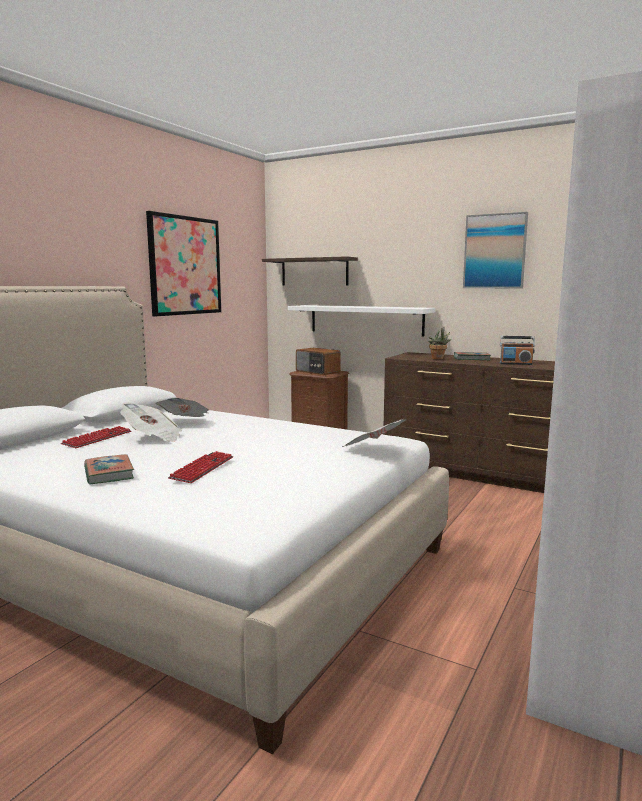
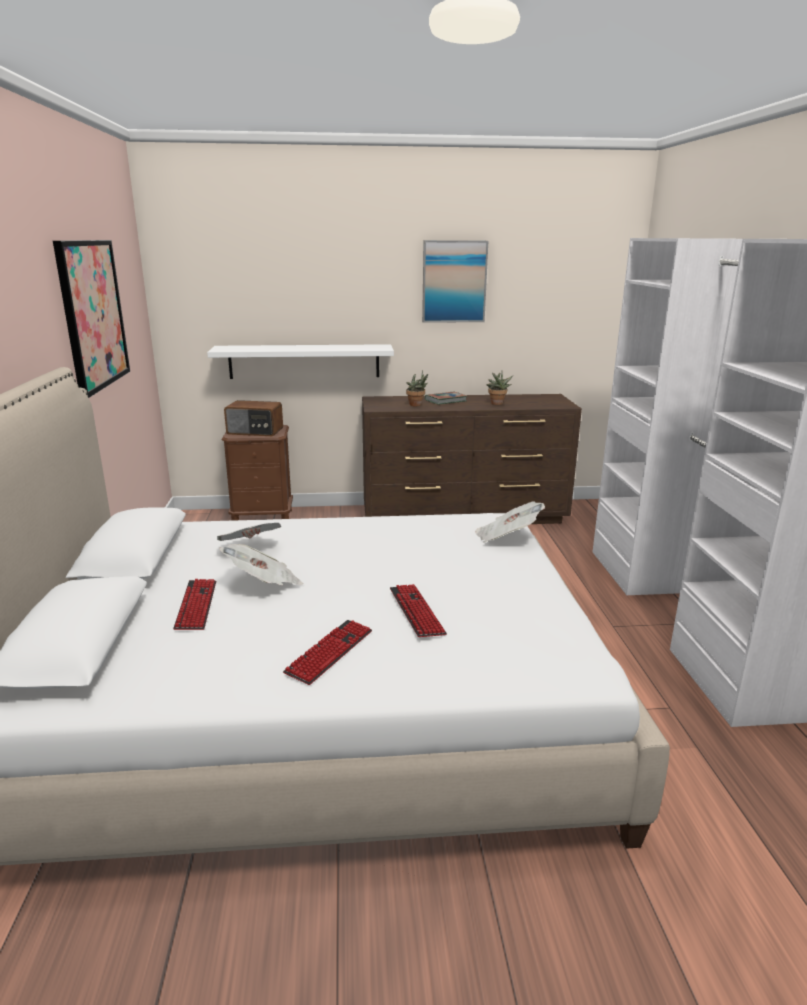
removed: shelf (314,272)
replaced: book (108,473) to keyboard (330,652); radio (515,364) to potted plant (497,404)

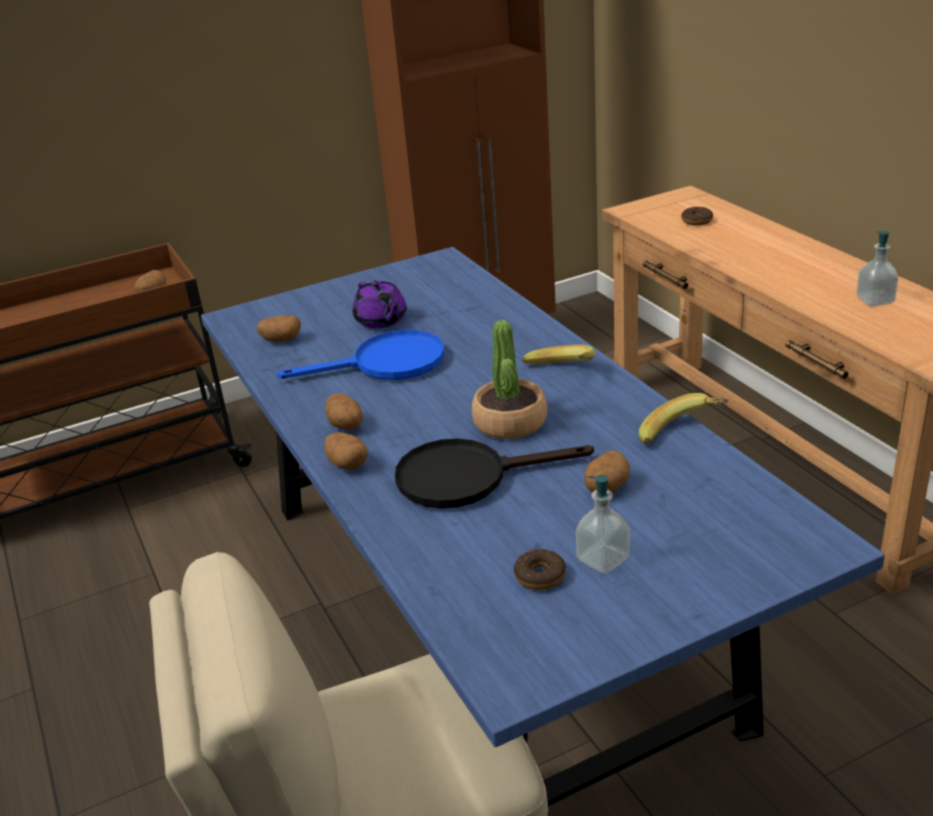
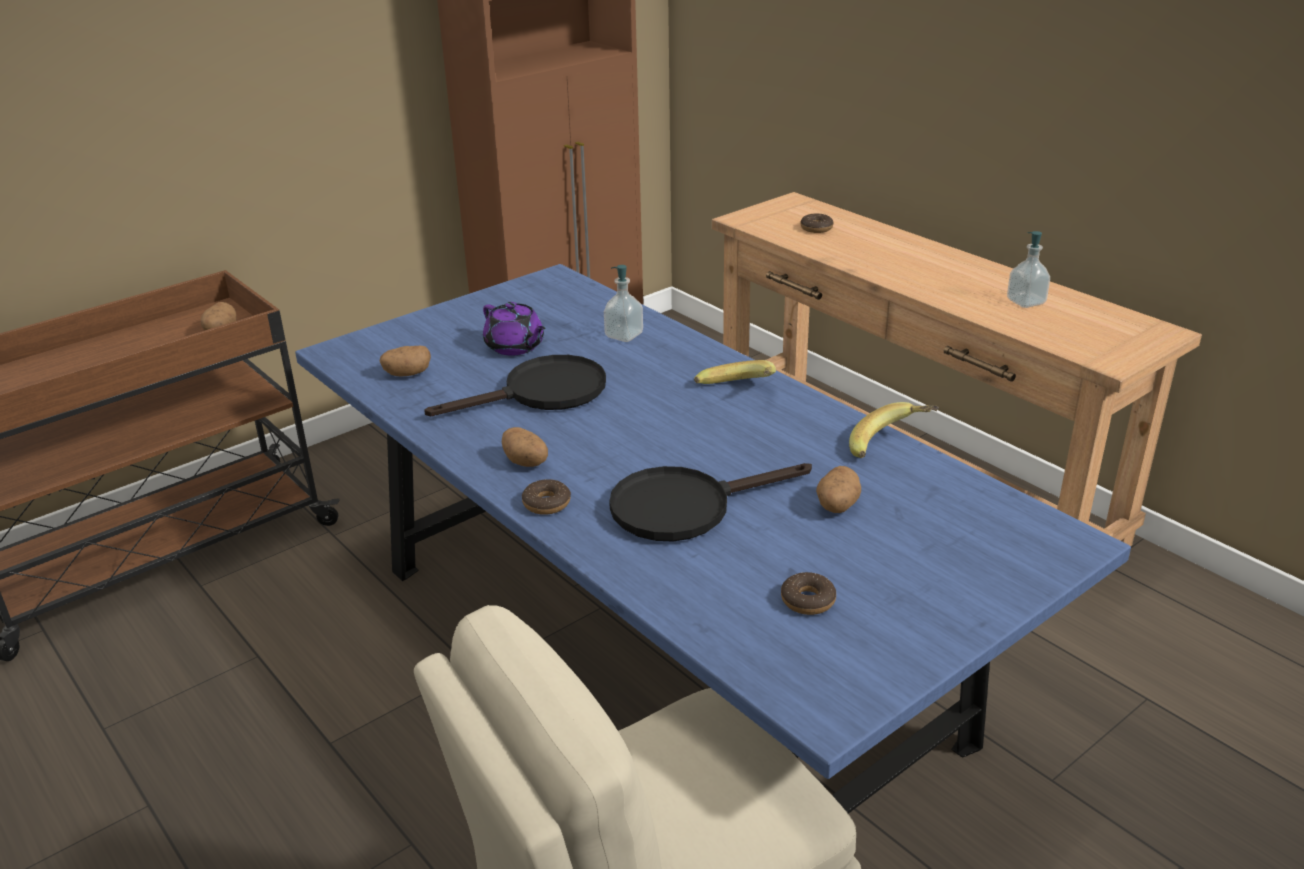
removed: potted plant (510,422)
moved: soap dispenser (603,559) to (624,335)
replaced: potato (347,464) to donut (546,503)
recoloured: blue frying pan (386,364) to black frying pan (542,393)

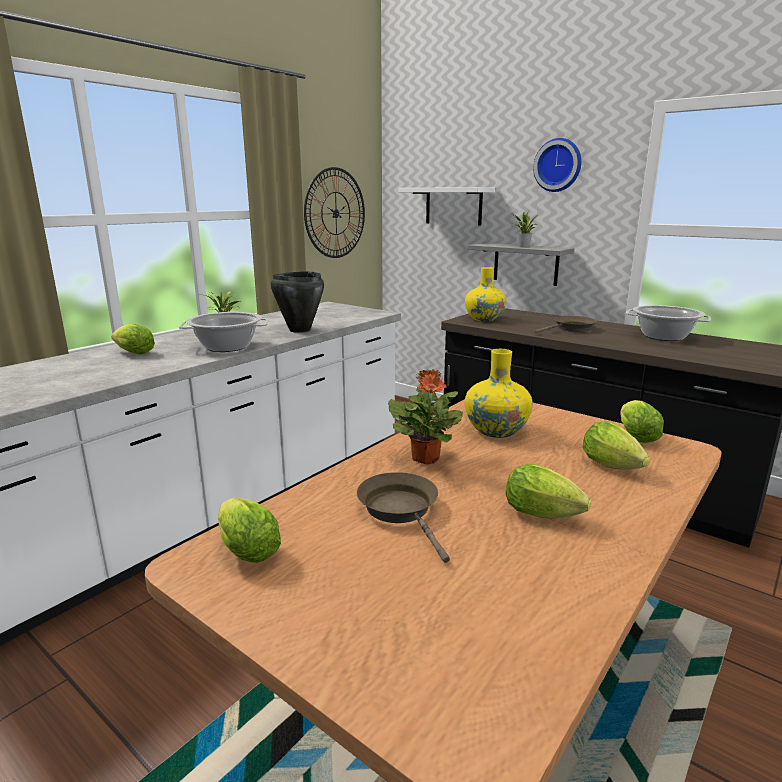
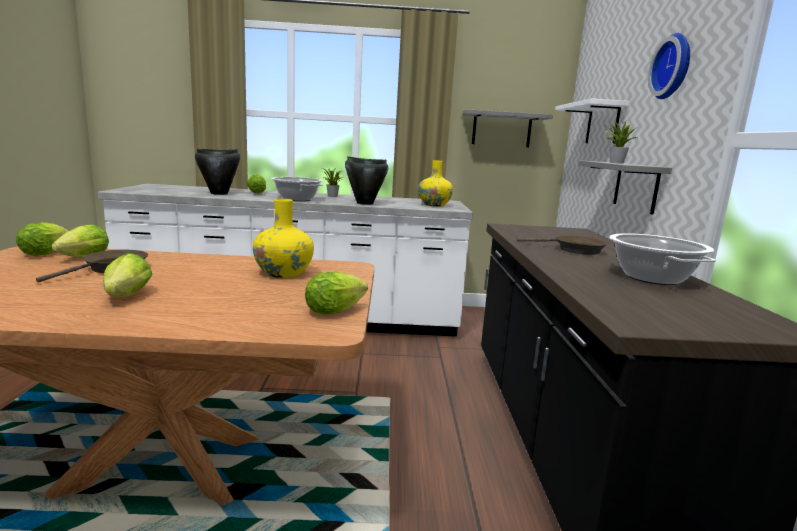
removed: potted plant (426,458)
added: black cooking pot (219,193)
moved: yellow vase (484,319) to (434,205); lettuce (614,467) to (81,258)
replaced: wall clock (335,213) to grey shelf (501,129)

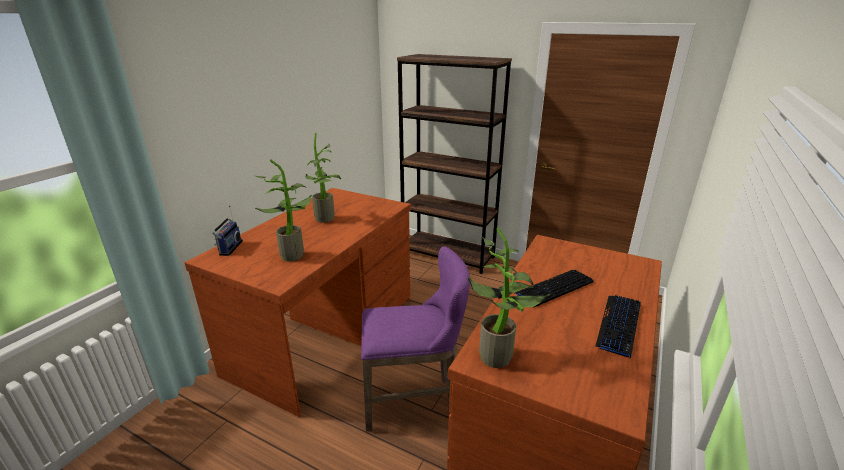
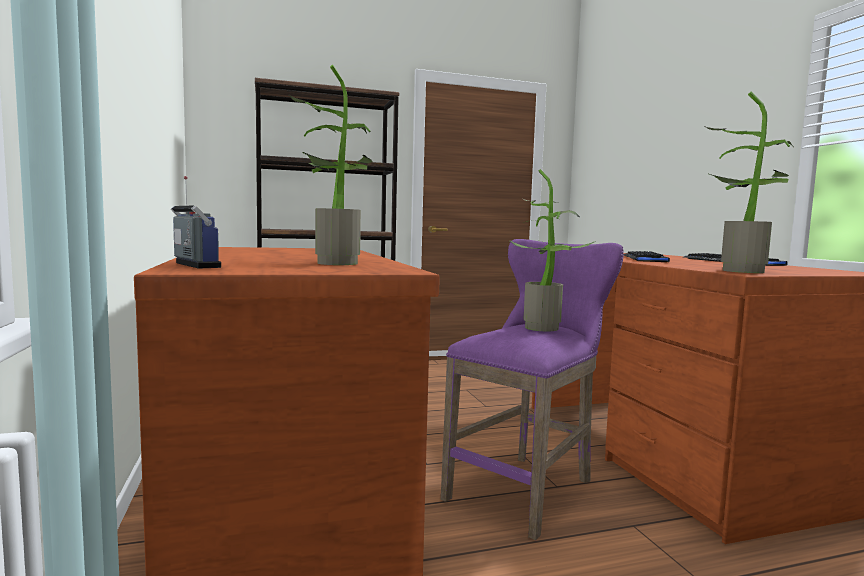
moved: potted plant (327,219) to (546,327)

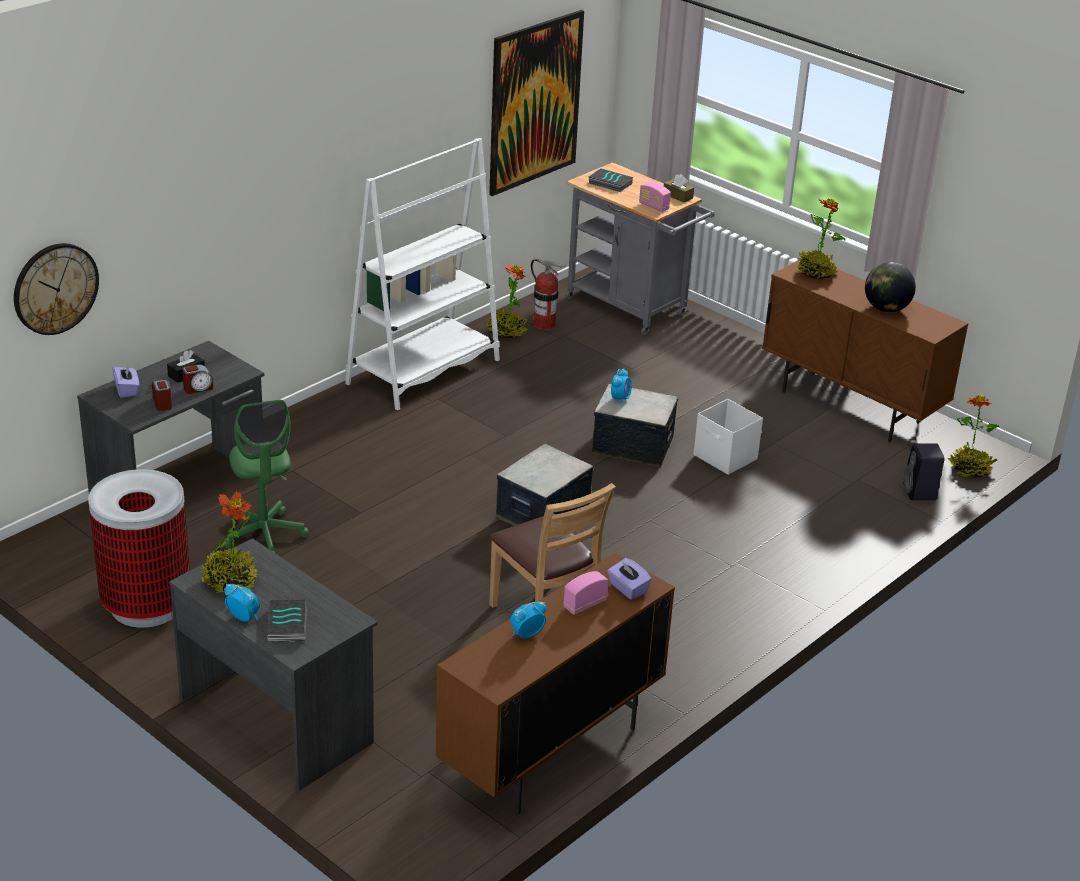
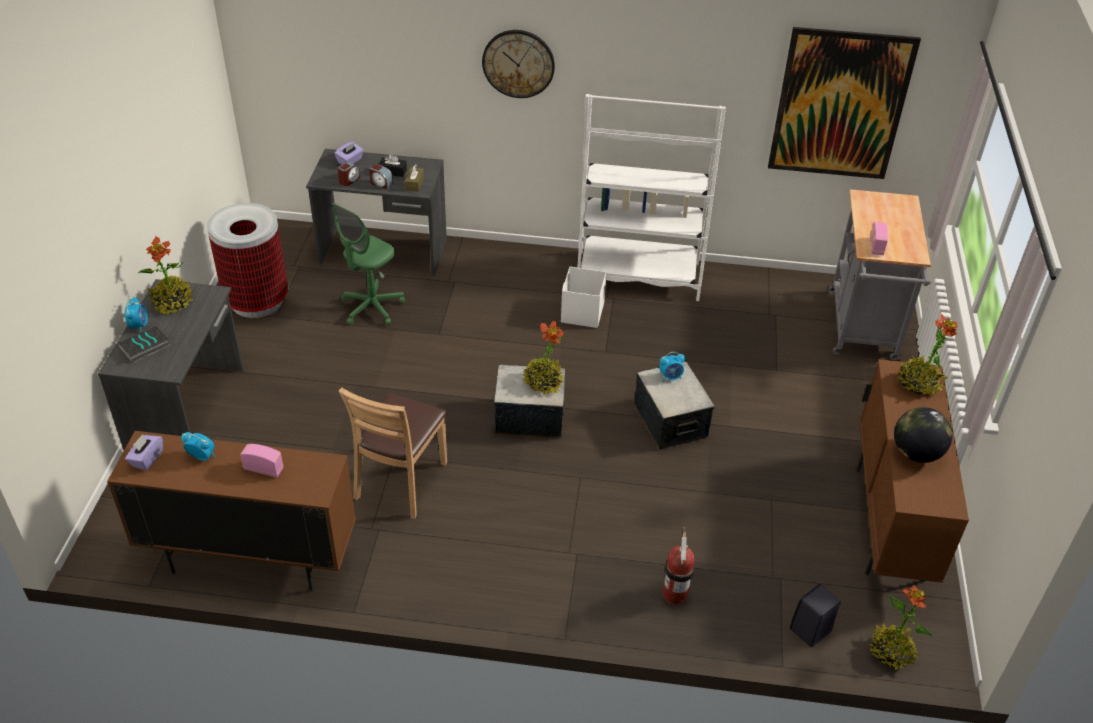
removed: book (609,183)
moved: wall clock (55,288) to (518,63); potted plant (506,332) to (543,382); fire extinguisher (544,324) to (675,594); purple tissue box (627,589) to (147,459); brown tissue box (678,196) to (414,184); white storage box (725,458) to (582,313)

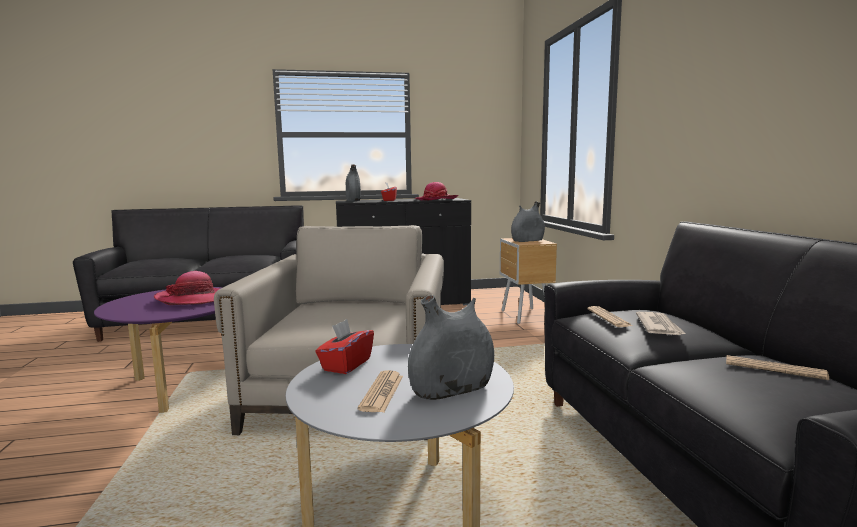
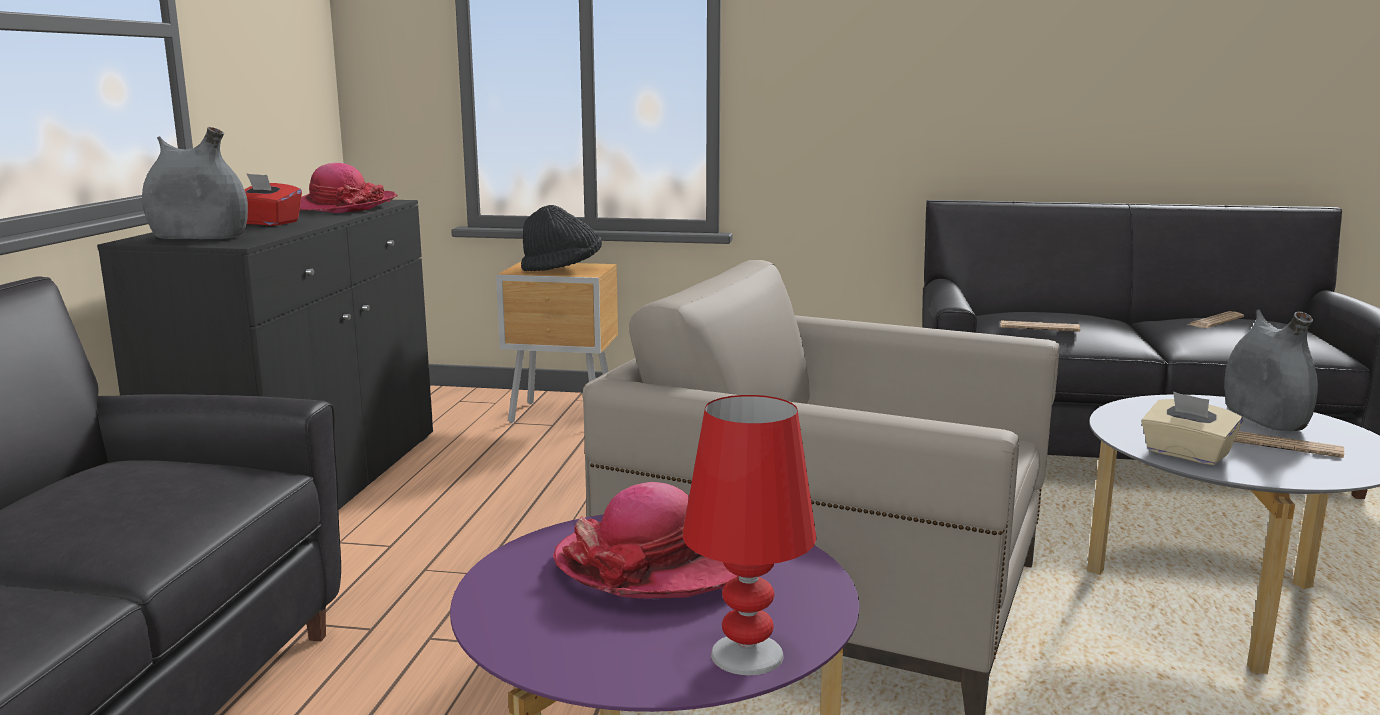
removed: newspaper (659,327)
added: red table lamp (747,654)
replaced: grey vase (527,241) to black hat (562,269)
recoloured: red tissue box (346,365) to beige tissue box (1186,454)

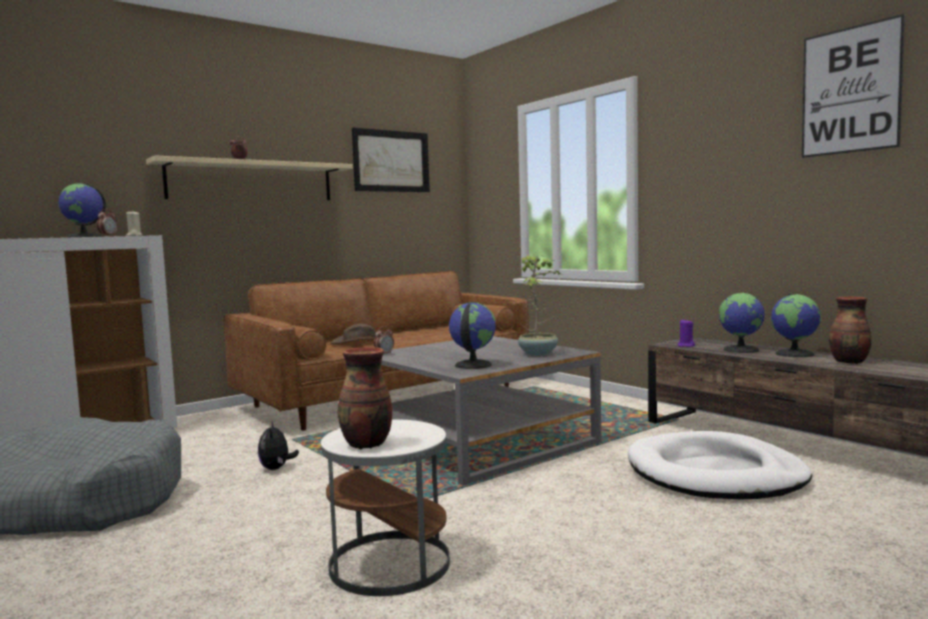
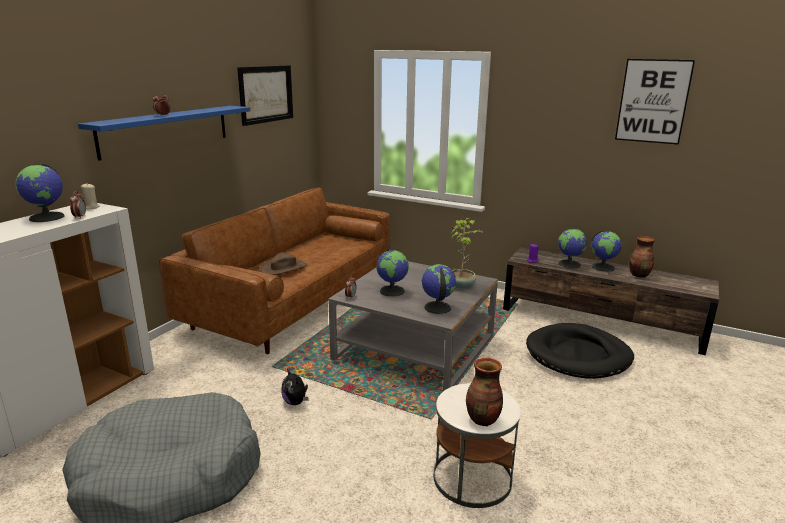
added: globe (392,291)
recoloured: beige shelf (252,181) to blue shelf (166,130); white dog bed (715,474) to black dog bed (578,355)

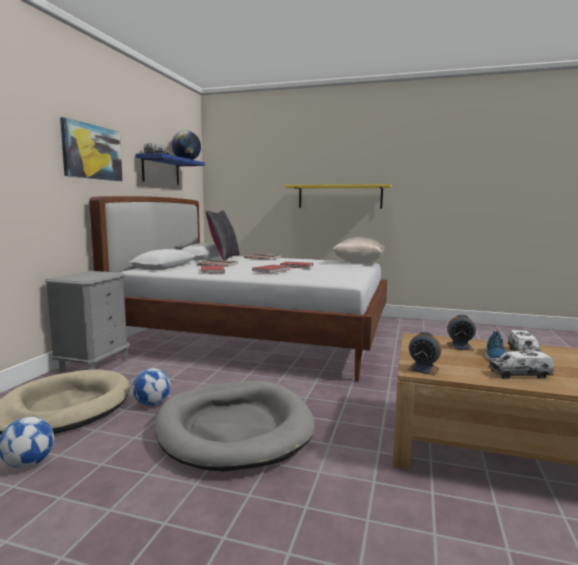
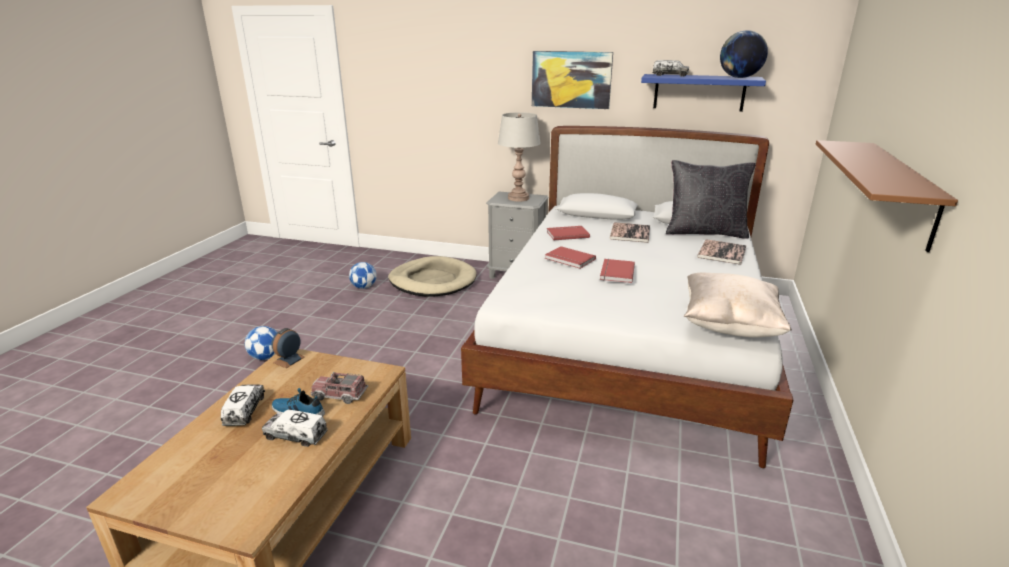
removed: grey dog bed (234,428)
added: grey table lamp (518,198)
moved: football (152,403) to (266,357)
replaced: alarm clock (459,346) to toy truck (340,395)
recoloured: yellow shelf (339,197) to brown shelf (901,192)

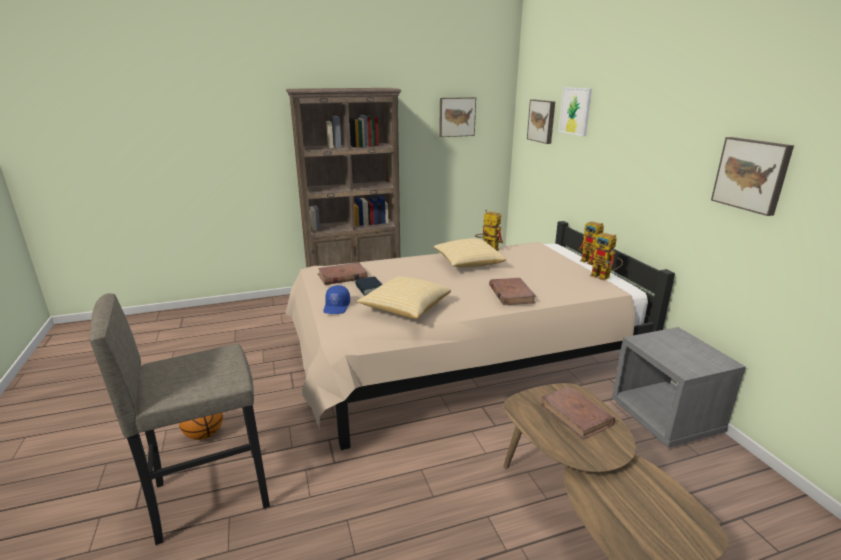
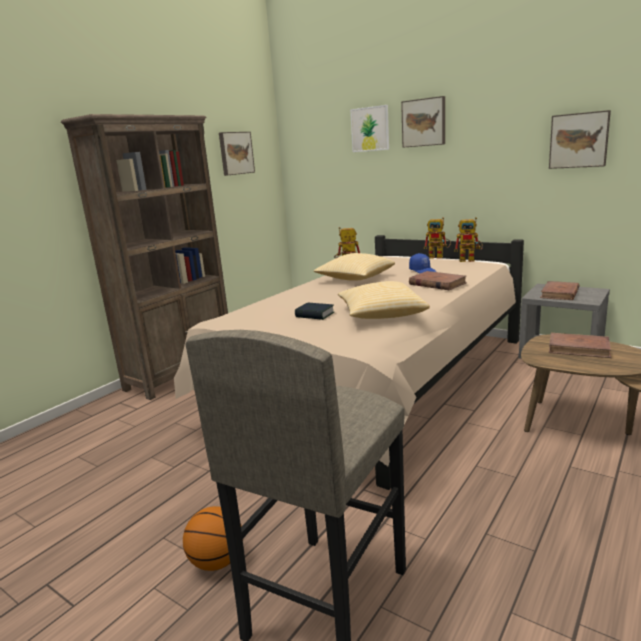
moved: brown book (342,276) to (559,293); blue cap (337,307) to (423,271); picture (542,121) to (424,122)

